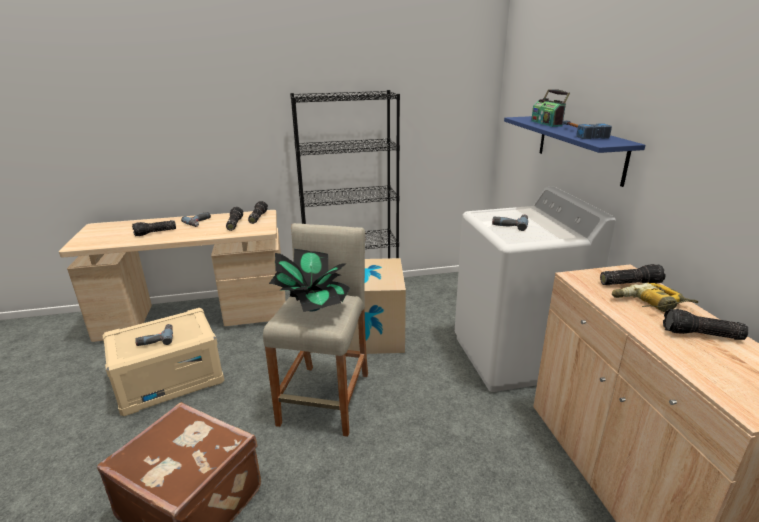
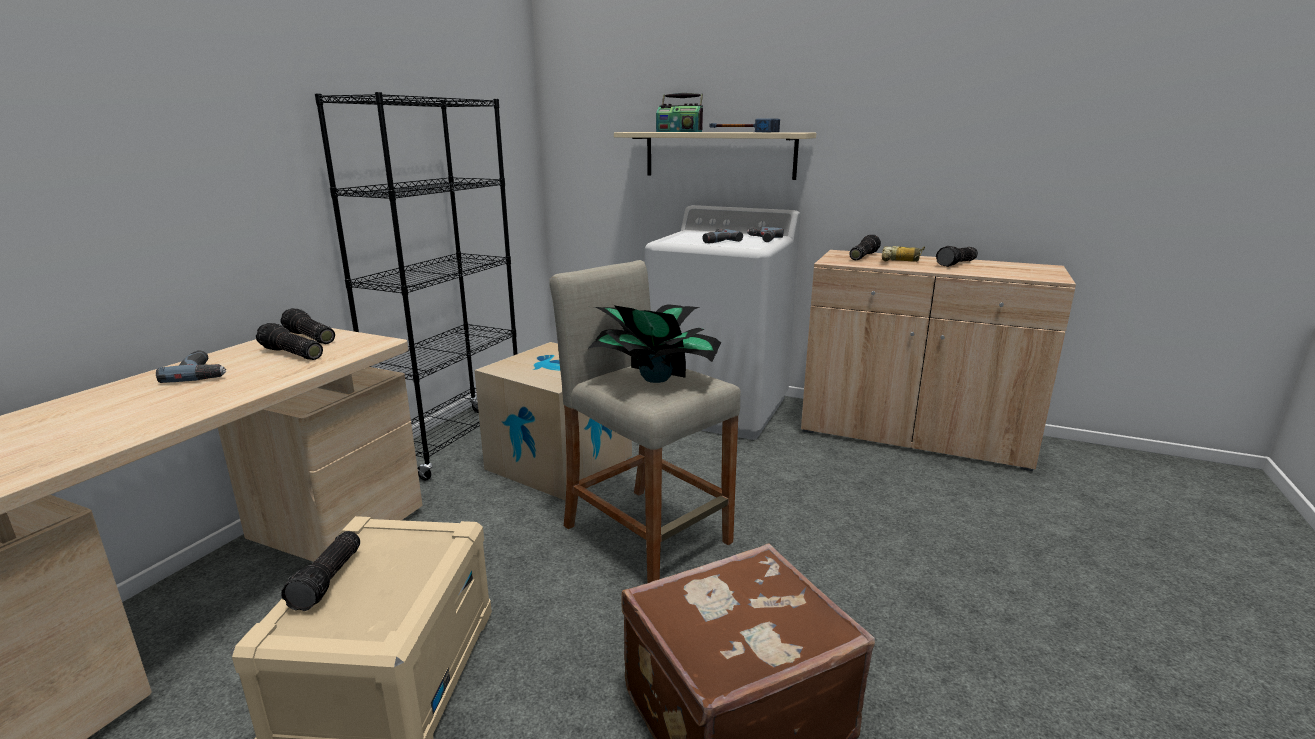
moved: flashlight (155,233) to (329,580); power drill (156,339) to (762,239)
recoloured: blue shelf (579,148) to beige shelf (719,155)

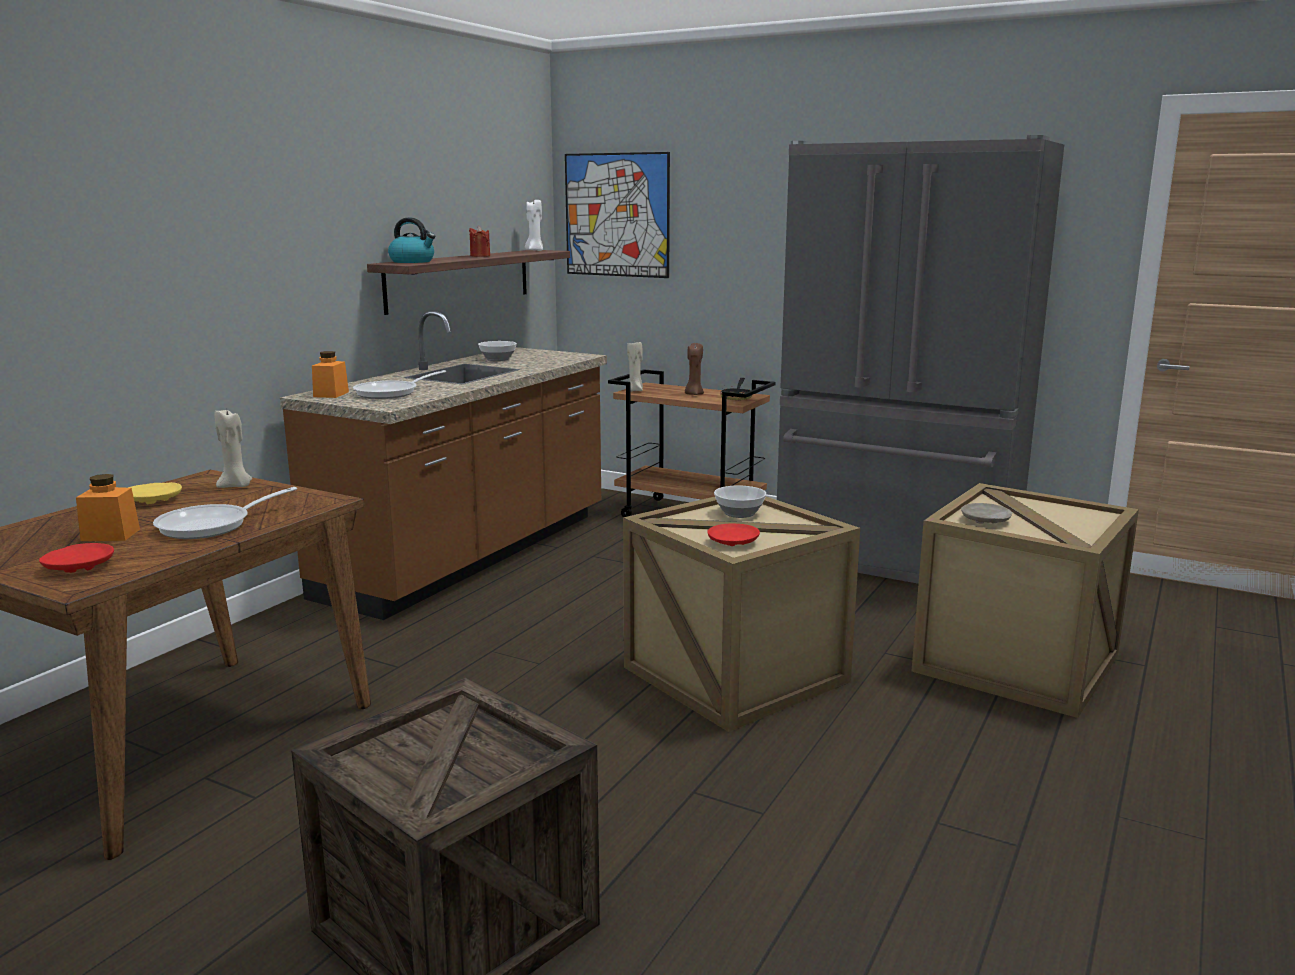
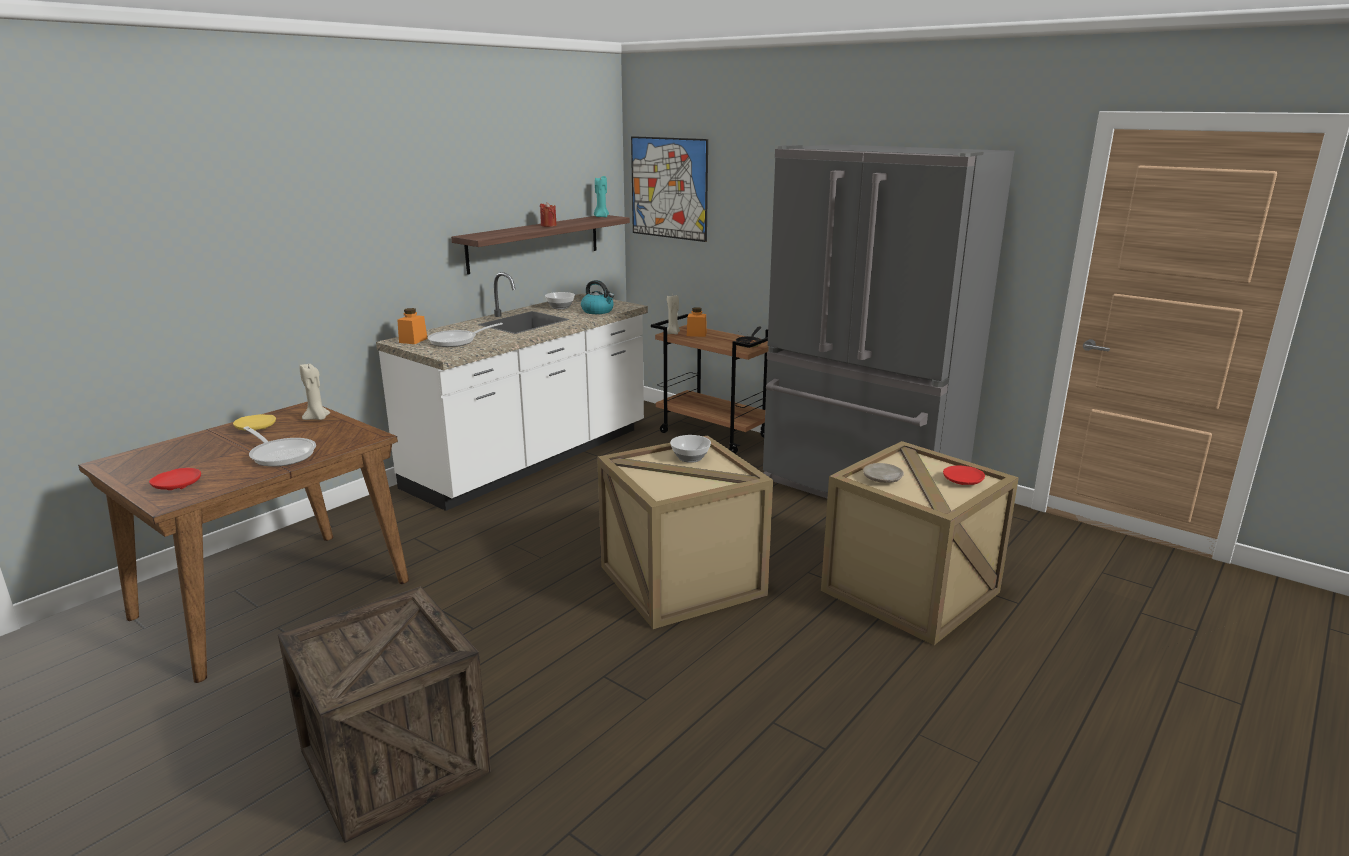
removed: brown candle (694,394)
moved: orange jar (110,535) to (696,334); kettle (413,261) to (598,311); red plate (732,542) to (962,481)
recoloured: brown counter (471,555) to white counter (531,459); white candle (534,250) to turquoise candle (601,217)
turned: frying pan (212,525) = (281,454) 105 degrees counterclockwise

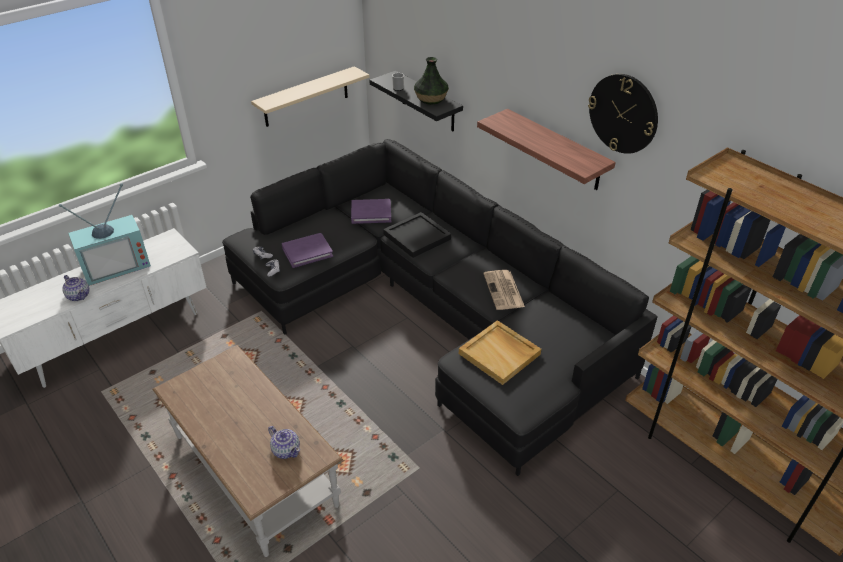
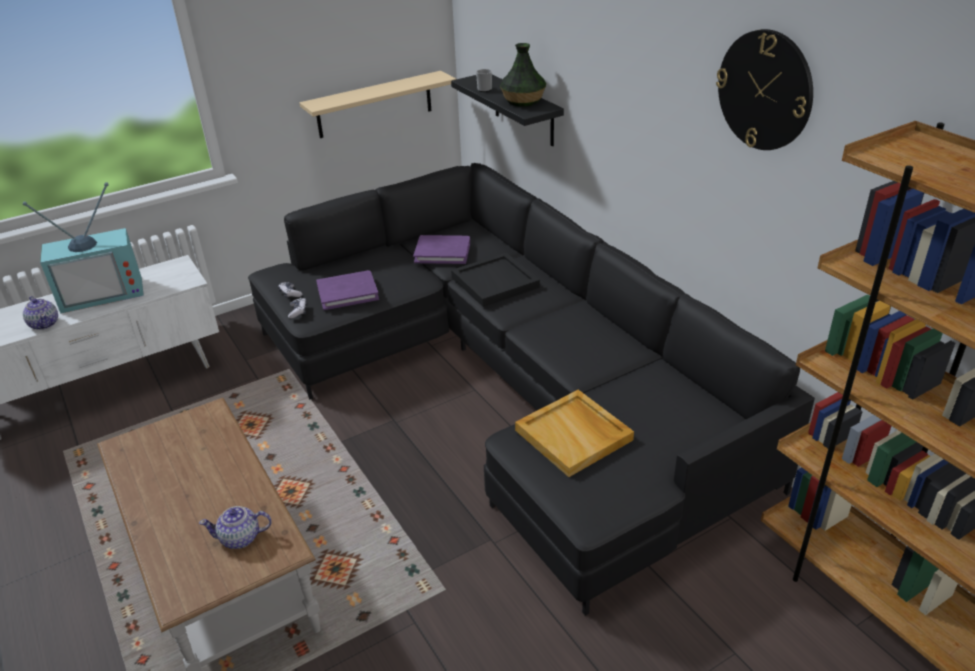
removed: shelf (556,150); newspaper (504,291)
turned: teapot (286,450) = (241,538) 120 degrees clockwise

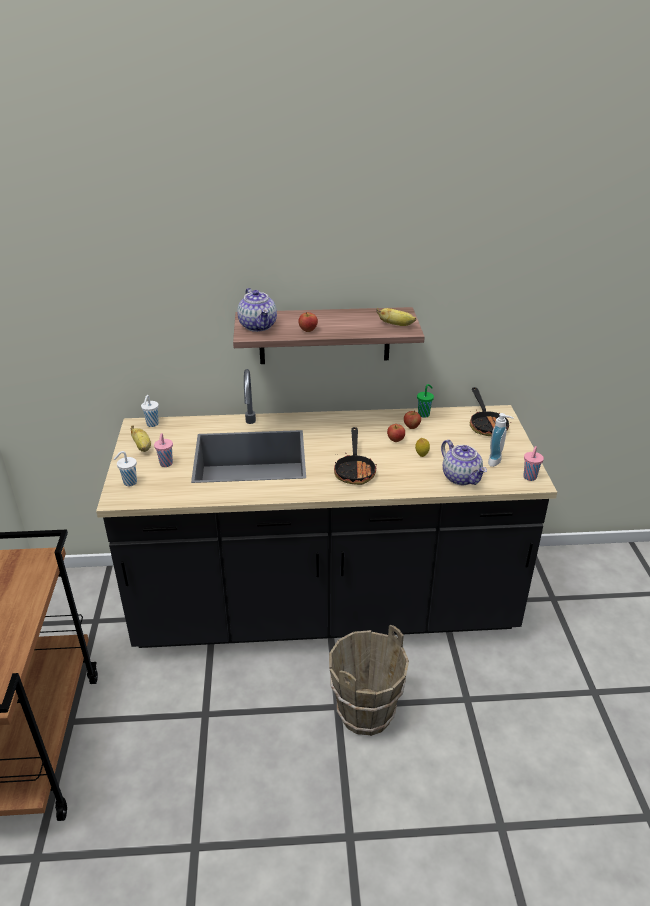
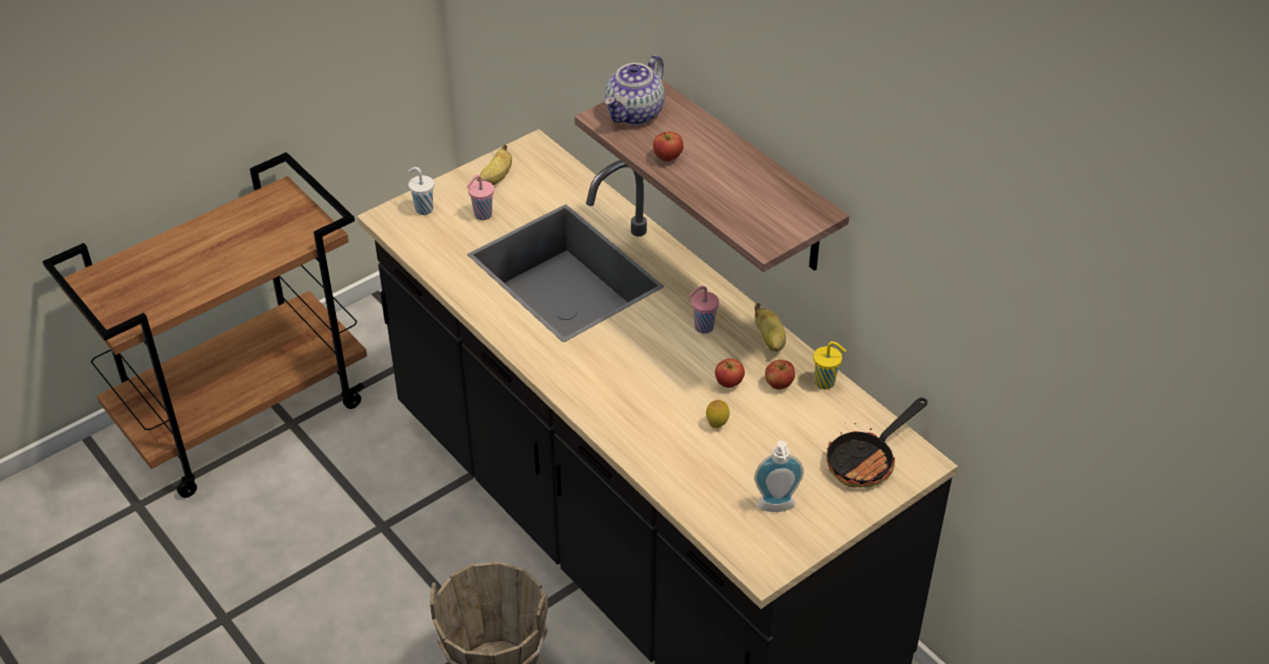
removed: white cup (152,424); frying pan (355,470); teapot (461,477)
moved: banana (396,325) to (770,340); pink cup (529,477) to (702,327)
recoloured: green cup (424,414) to yellow cup (826,383)

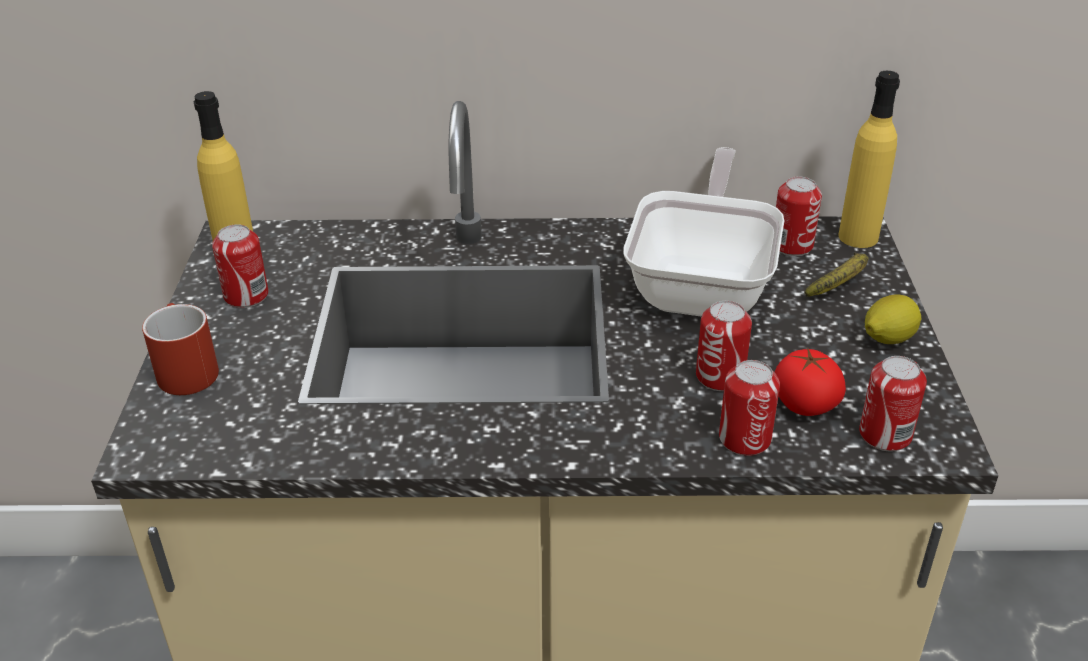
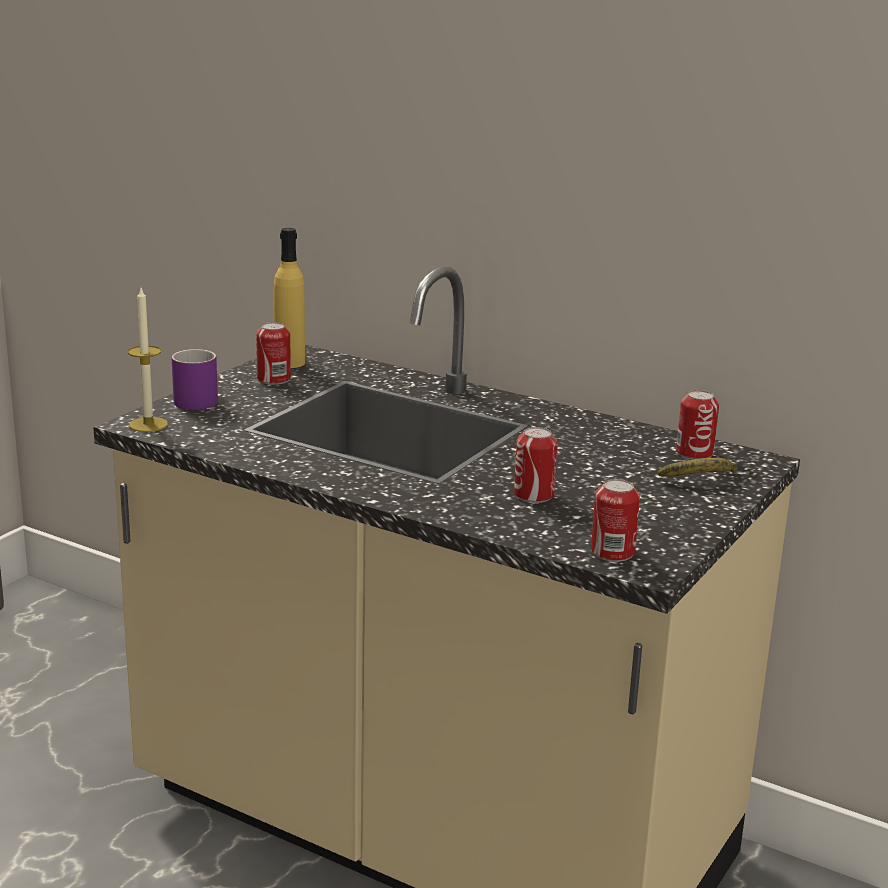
removed: frying pan (704,284); can (744,439); tomato (804,404); yellow bottle (858,237); lemon (887,339)
added: candle (148,424)
recoloured: red mug (184,369) to purple mug (197,399)

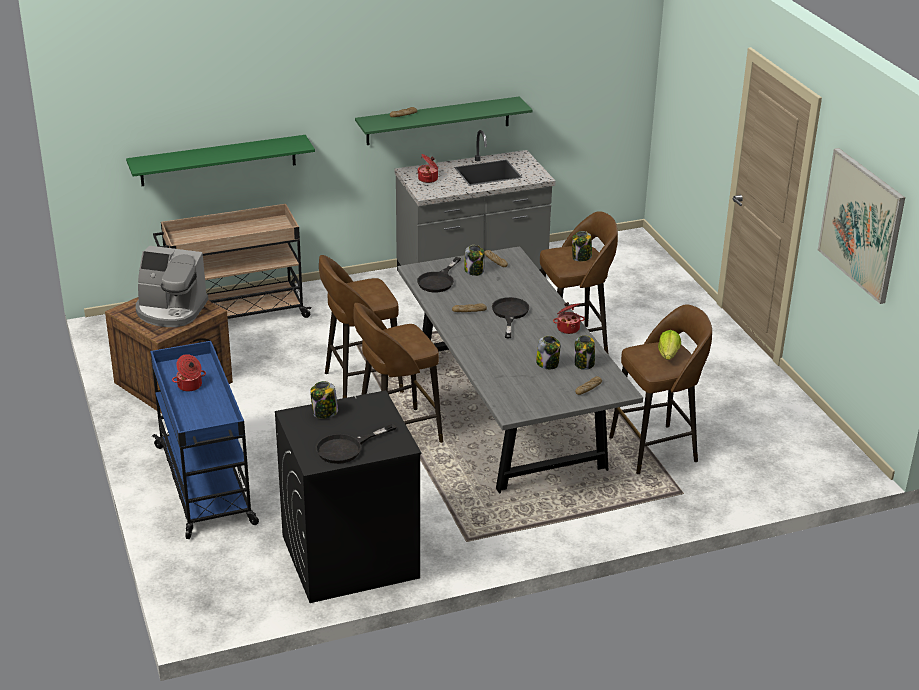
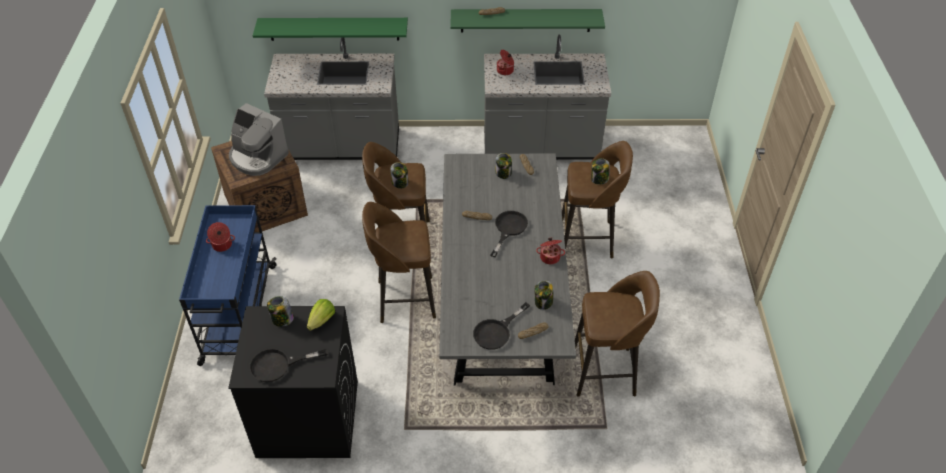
removed: picture (861,224)
moved: black frying pan (438,280) to (496,331); jar (547,364) to (400,183); lettuce (668,355) to (322,320)
replaced: beige cart (234,314) to grey counter (341,148)

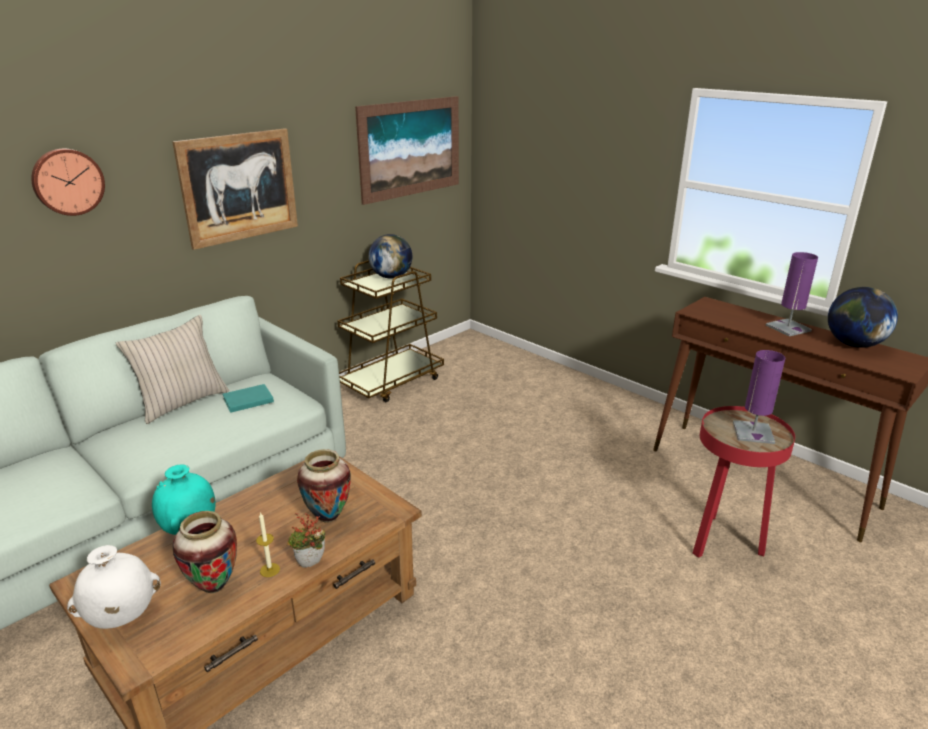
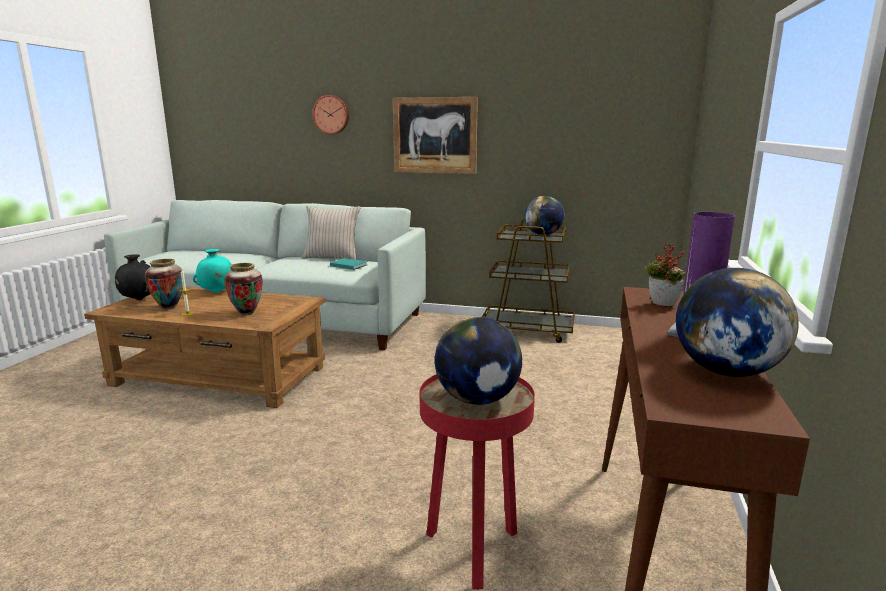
removed: picture (410,148)
moved: potted plant (310,565) to (661,305)
replaced: purple table lamp (753,433) to globe (477,399)
recoloured: white vase (121,618) to black vase (139,300)

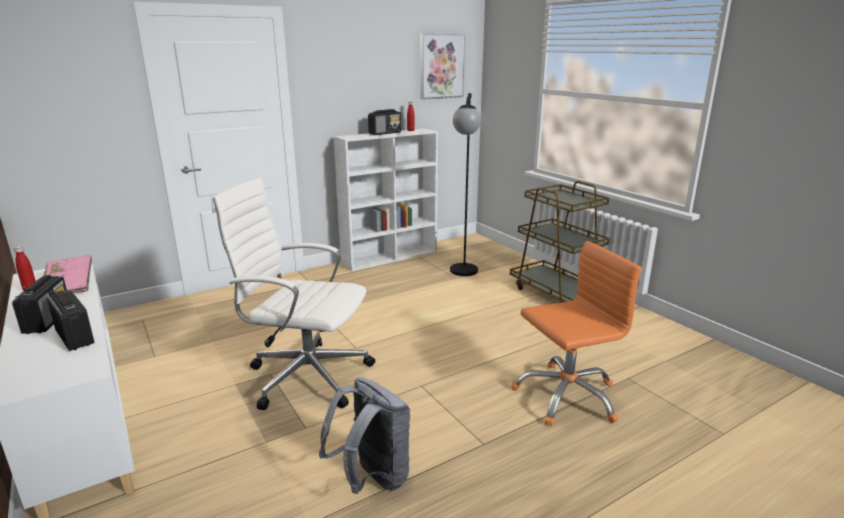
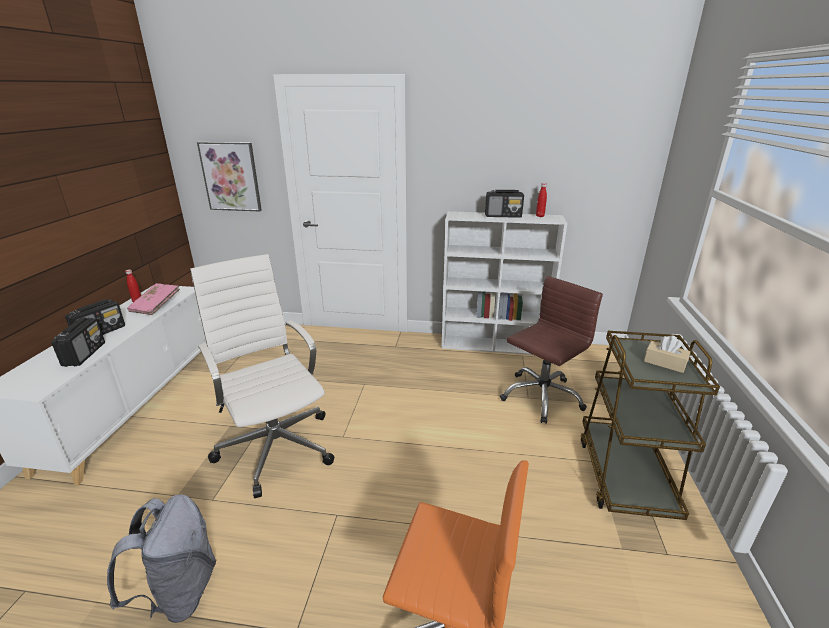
added: beige tissue box (664,363)
moved: picture (441,66) to (231,176)
replaced: black floor lamp (463,274) to brown office chair (541,396)

